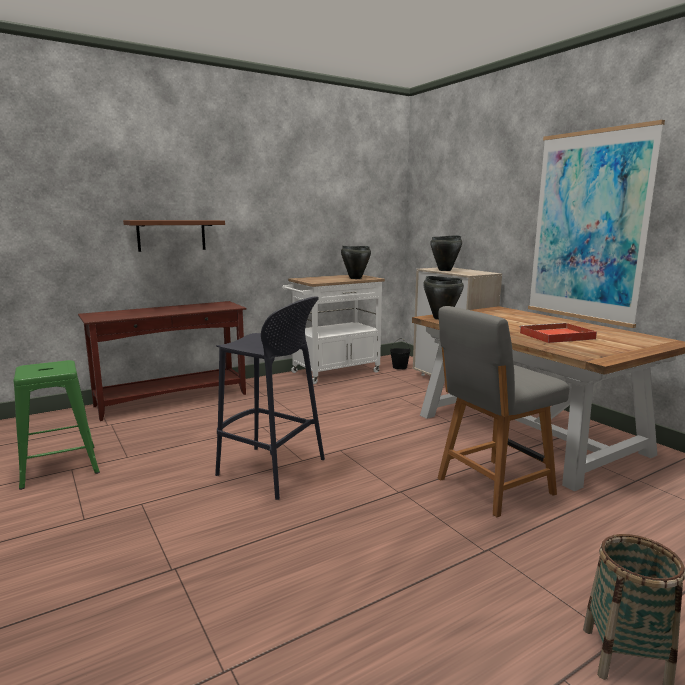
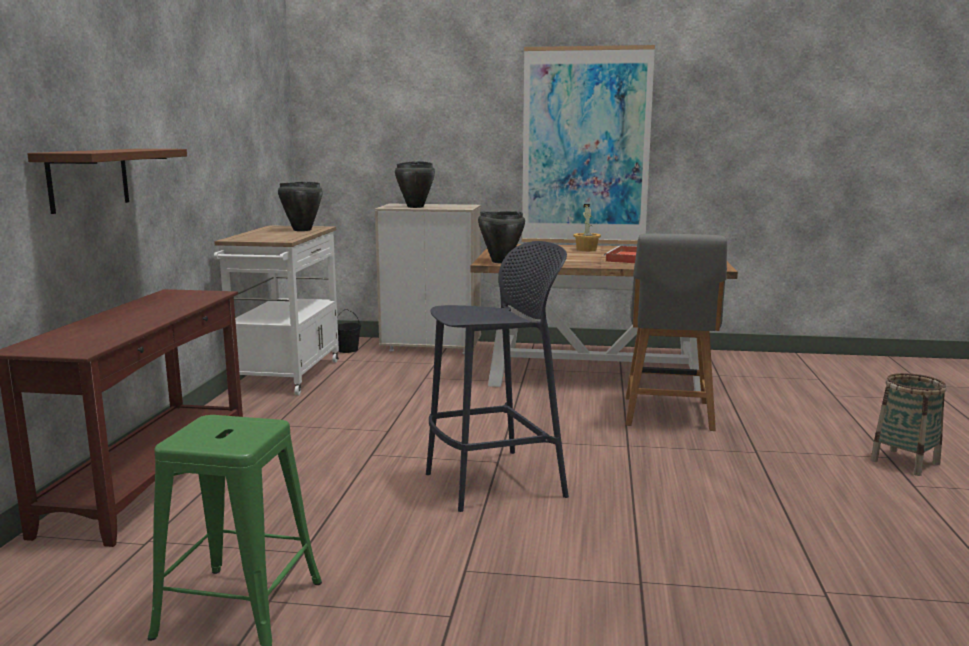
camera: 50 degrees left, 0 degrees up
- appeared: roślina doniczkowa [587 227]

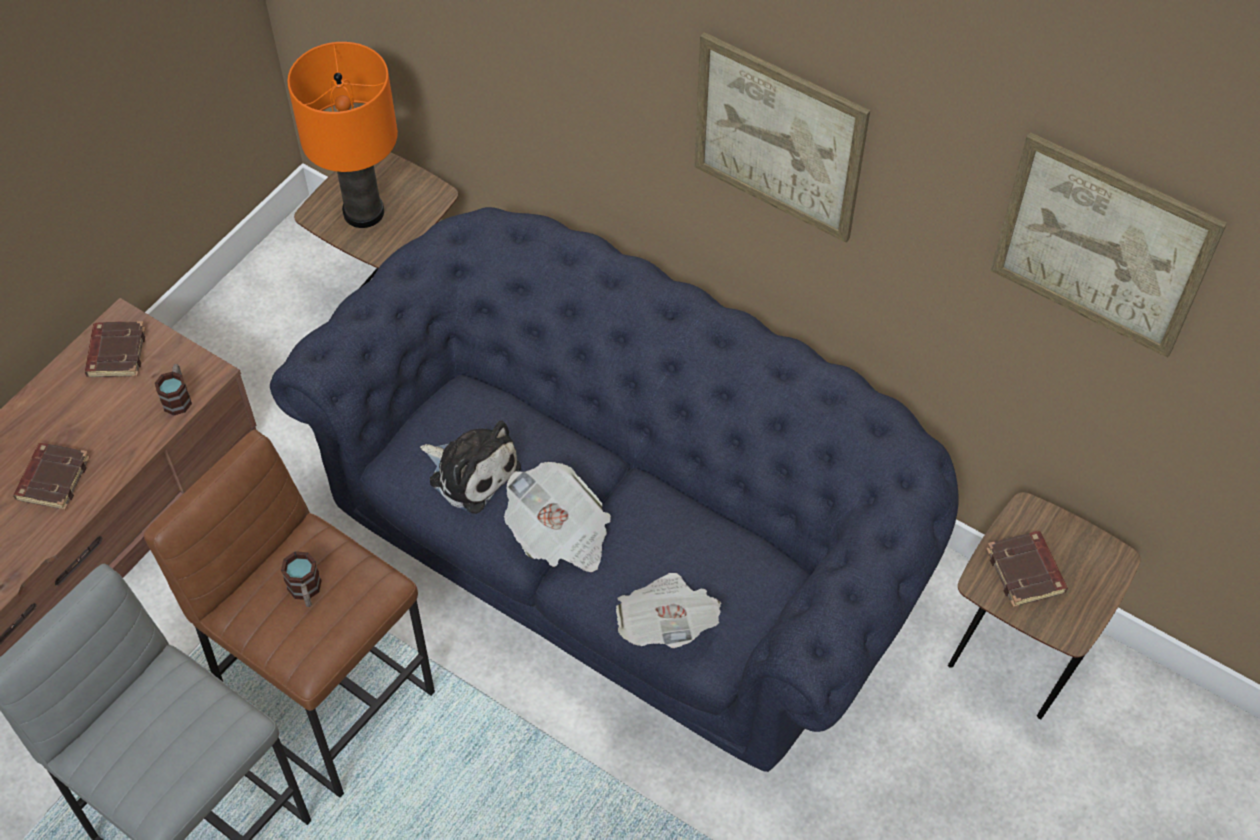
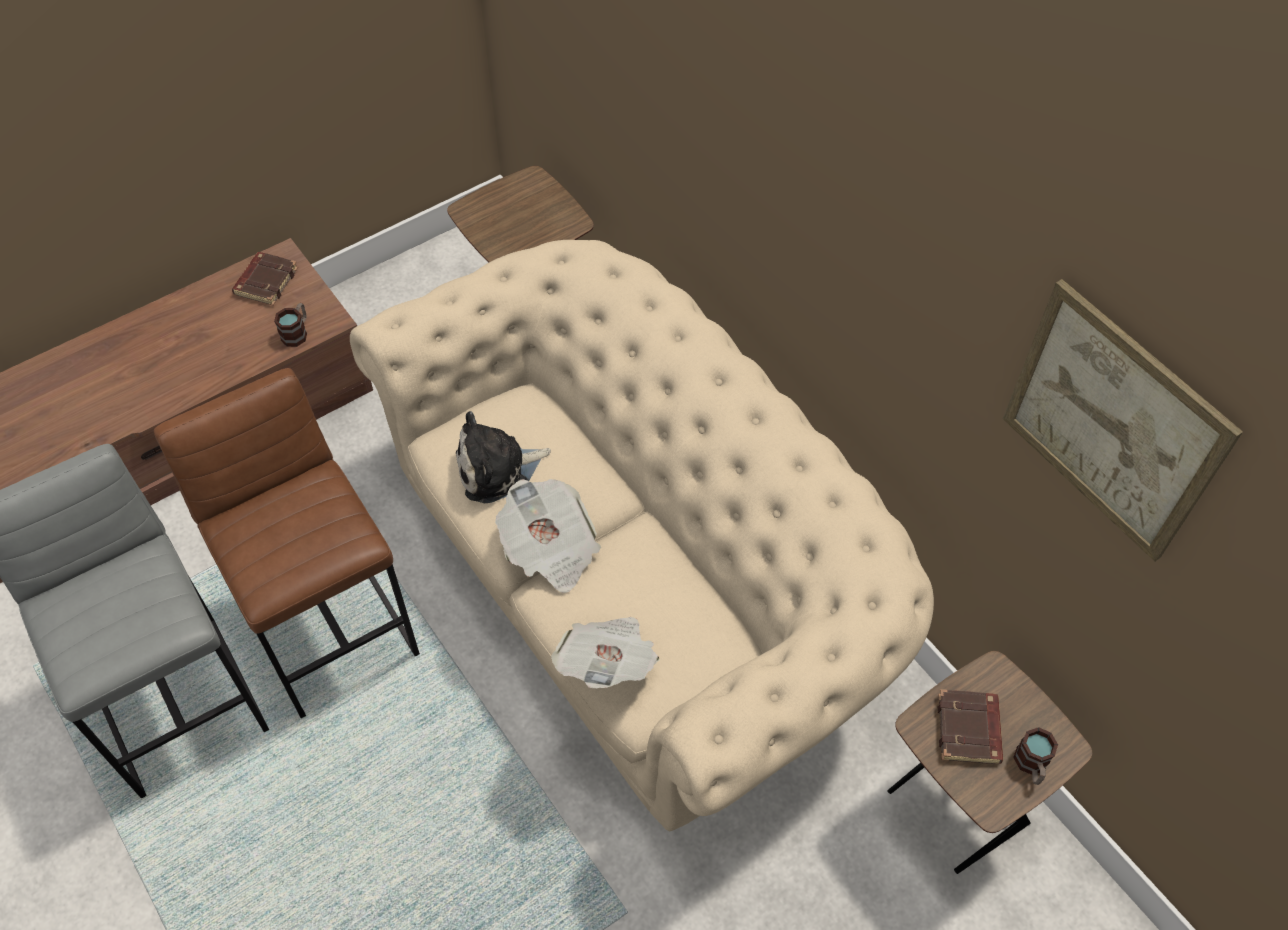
camera: 20 degrees right, 0 degrees up
- missing: obraz [782 137]
- missing: lampa stołowa/pomarańczowy [342 135]
- colour: kanapa/niebieski [614 489] to kanapa/beżowy [642 536]
- spun: pluszak [470 467] = [503 457] 105 degrees clockwise
- missing: książka/brązowy [51 476]
- relocated: kubek [301 579] to [1035 756]

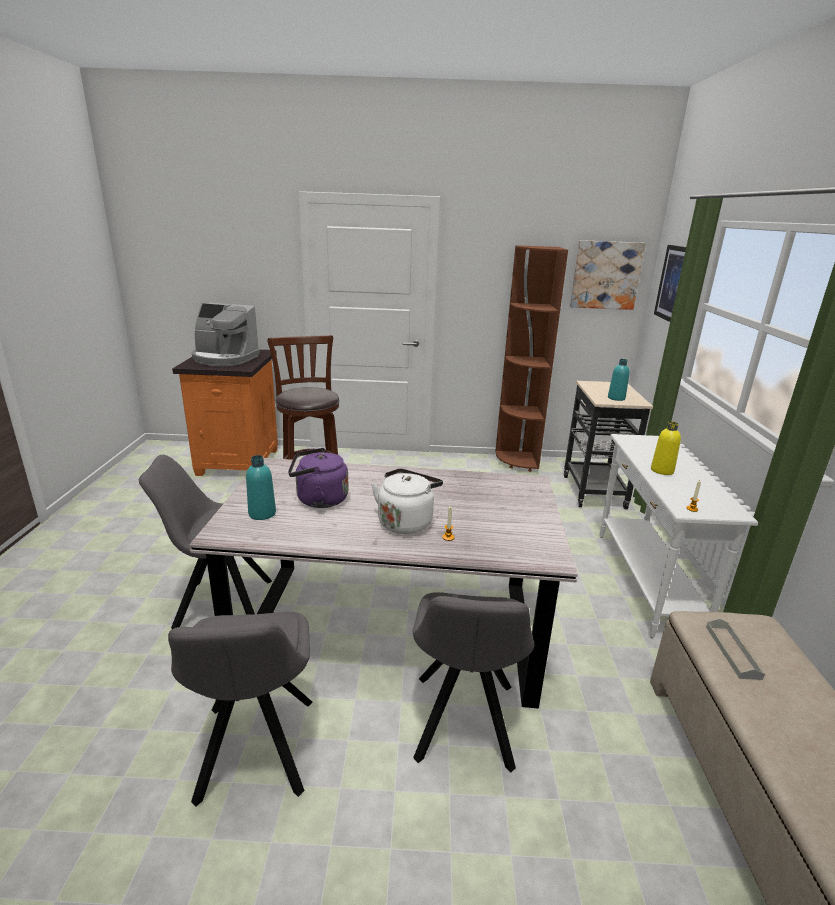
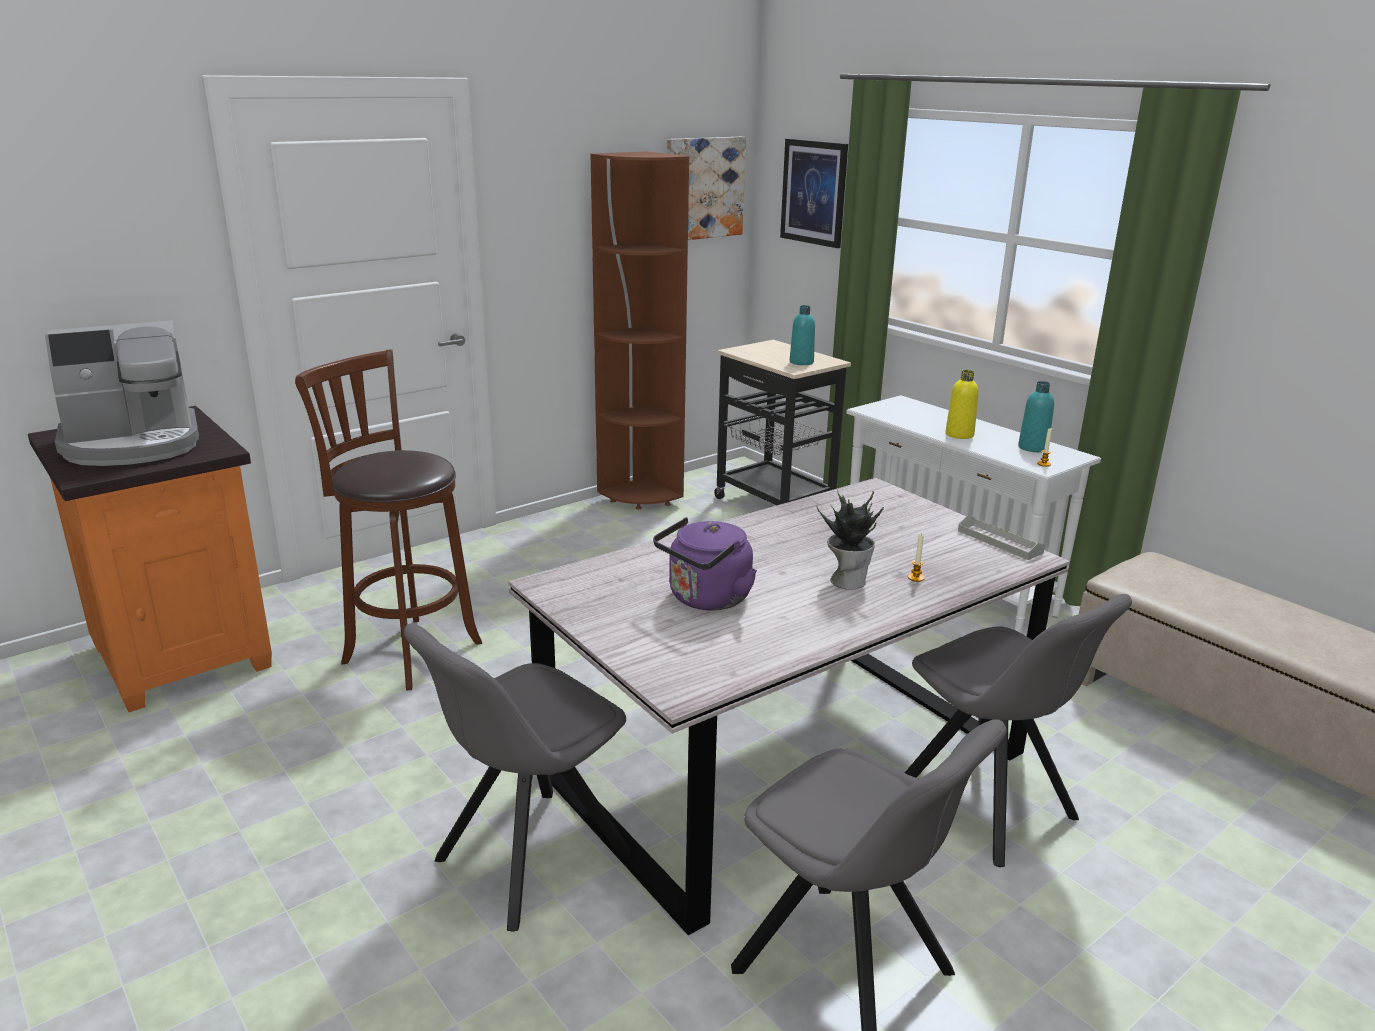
camera: 40 degrees left, 0 degrees up
- relocated: butelka/turkusowy [261 487] to [1036 416]
- exchanged: czajnik/biały [407 501] to roślina doniczkowa [850 539]
- relocated: taca/szary [735 649] to [1001 537]

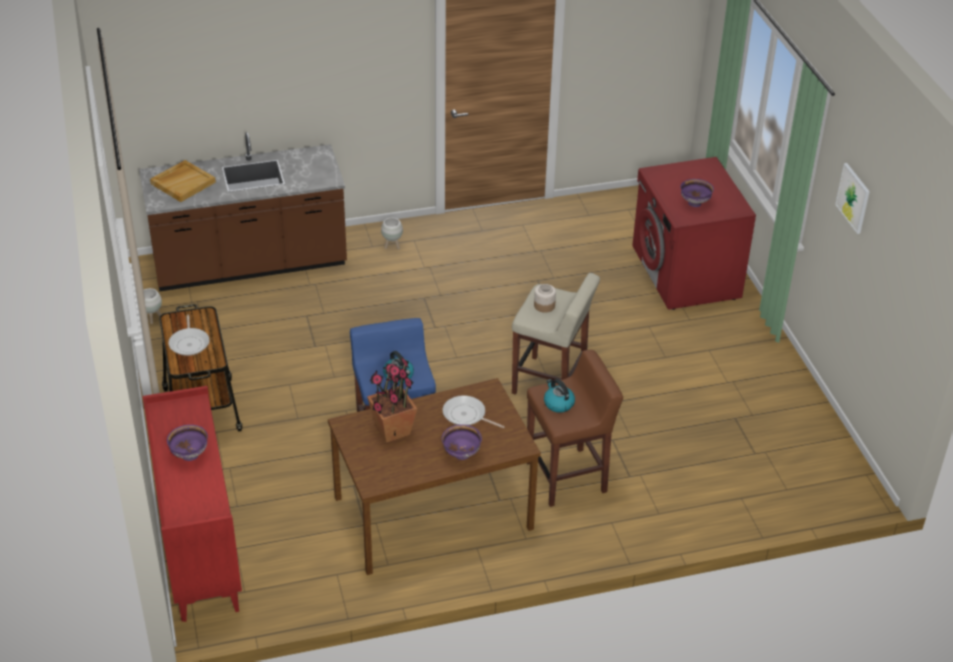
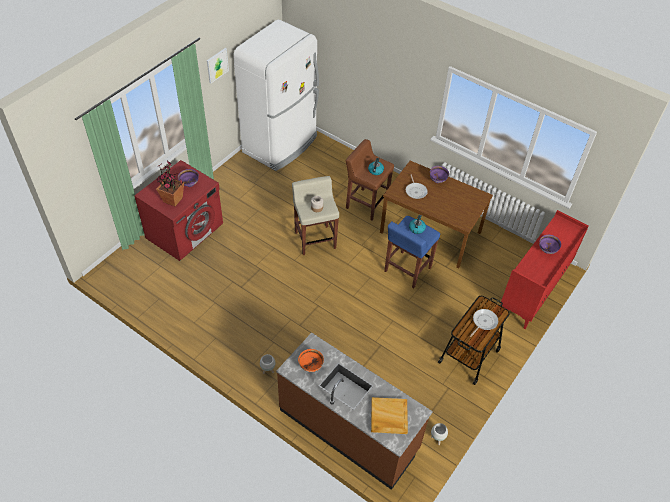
camera: 130 degrees left, 10 degrees up
- relocated: roślina doniczkowa [392 400] to [170 184]
- appeared: lodówka/biały [276 95]
- appeared: miska/pomarańczowy [311 360]

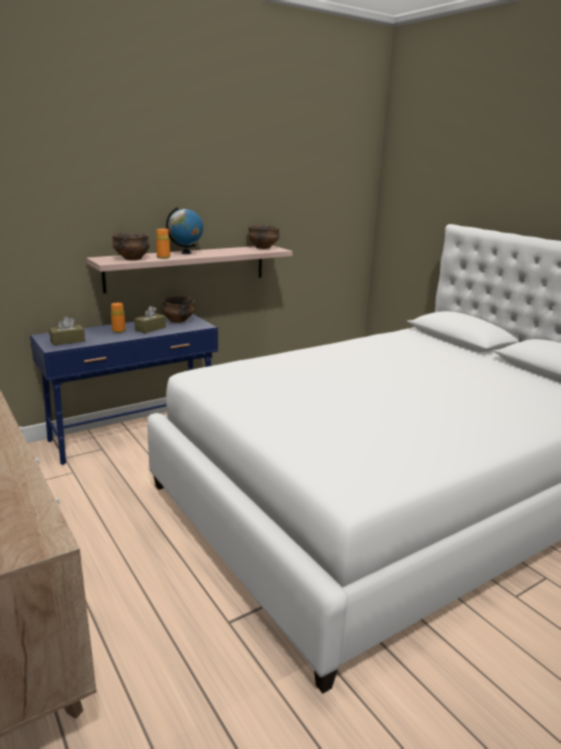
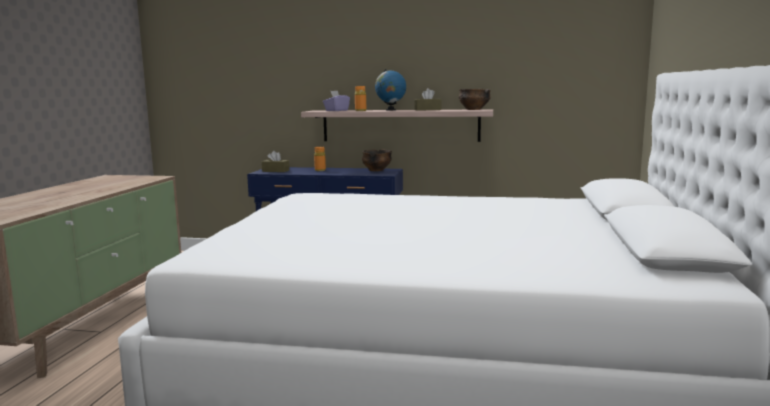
camera: 45 degrees right, 10 degrees down
- exchanged: miska [130 246] to pudełko chusteczek/fioletowy [336 101]
- relocated: pudełko chusteczek/brązowy [150 319] to [427 99]

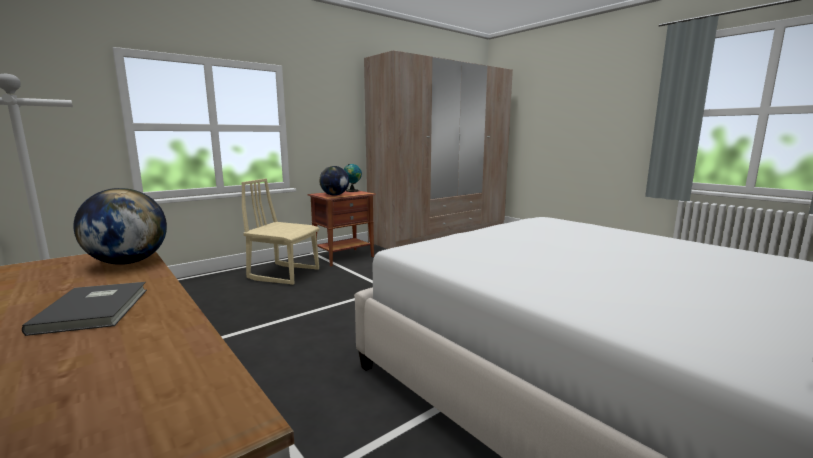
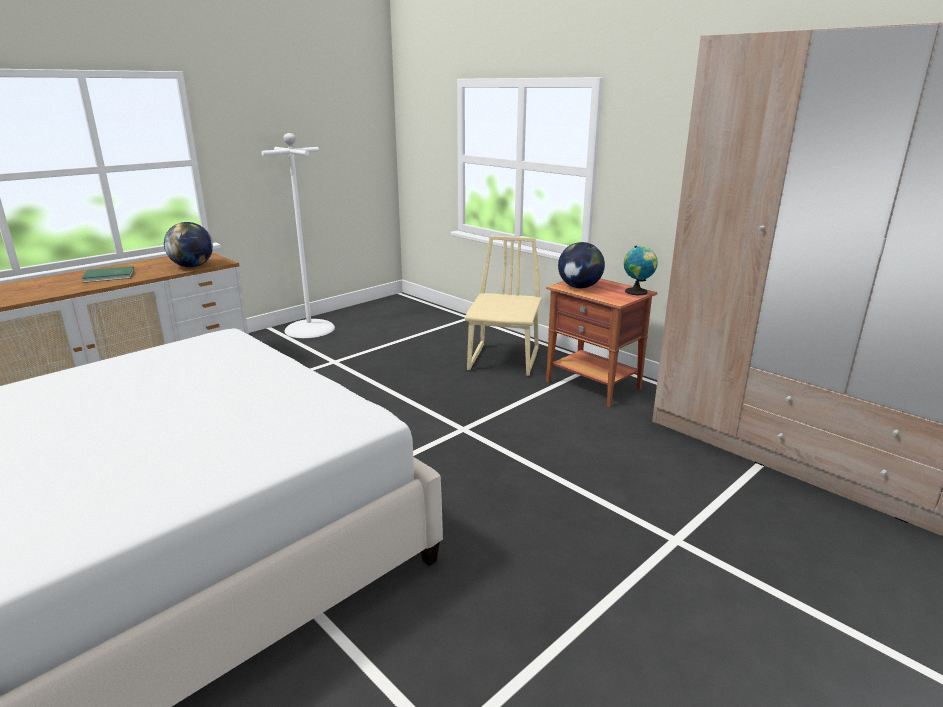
camera: 85 degrees right, 10 degrees up
- colour: książka/szary [84 309] to książka/zielony [108 274]

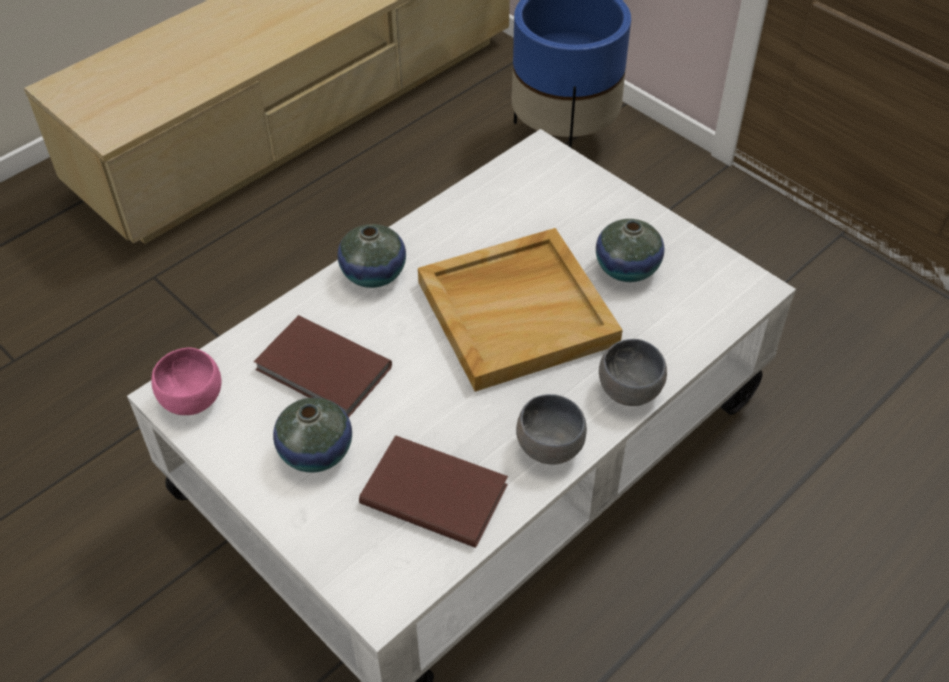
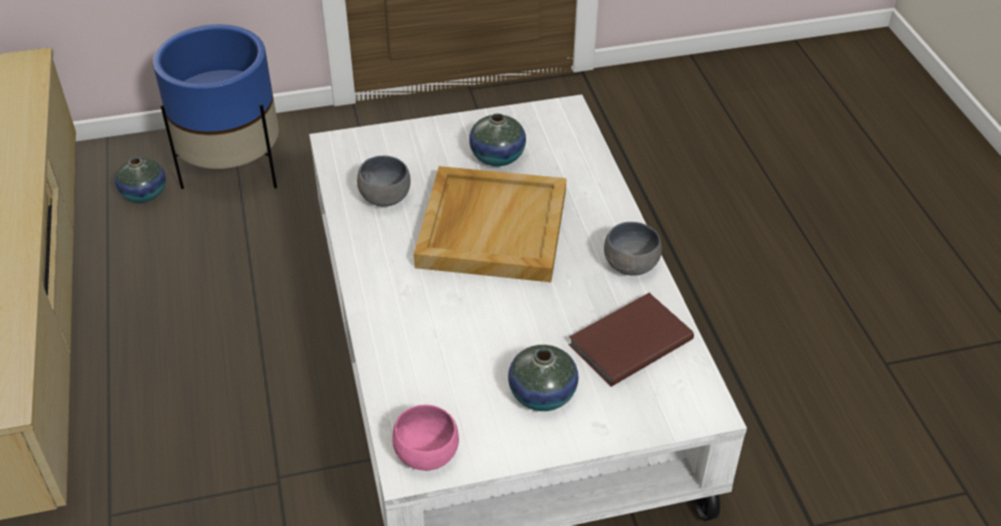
camera: 60 degrees left, 5 degrees down
- relocated: wazon [371 256] to [140 180]
- missing: książka/brązowy [323 366]
- relocated: miska/szary [633 372] to [383 181]

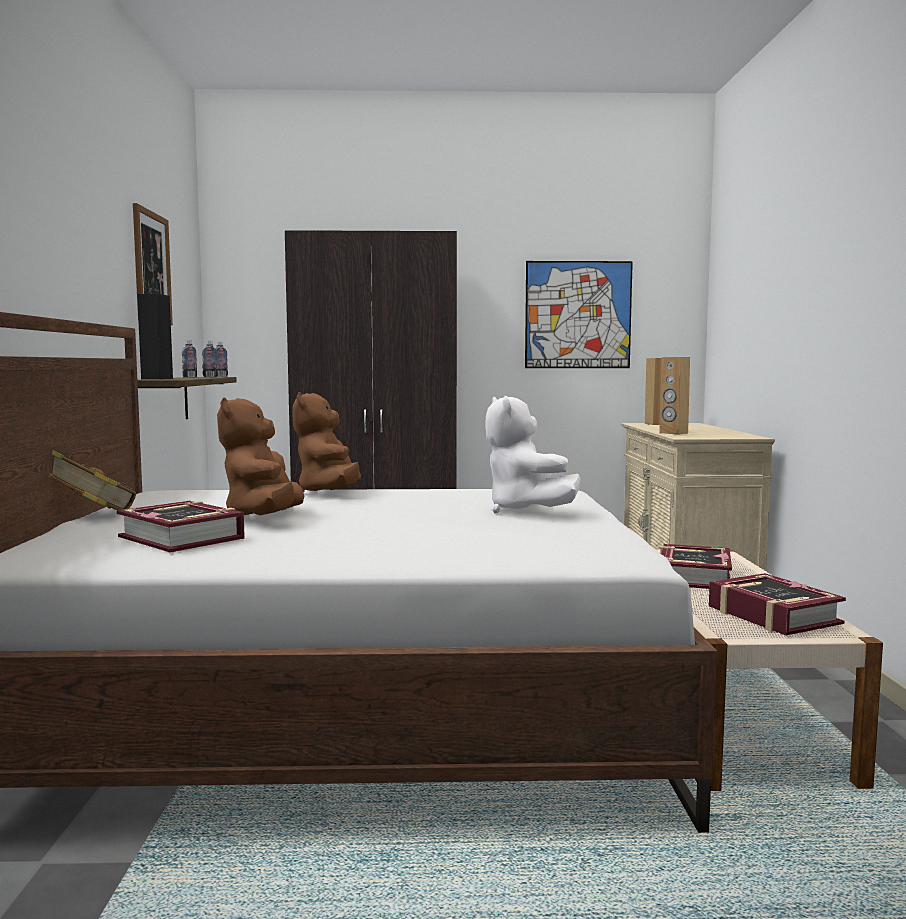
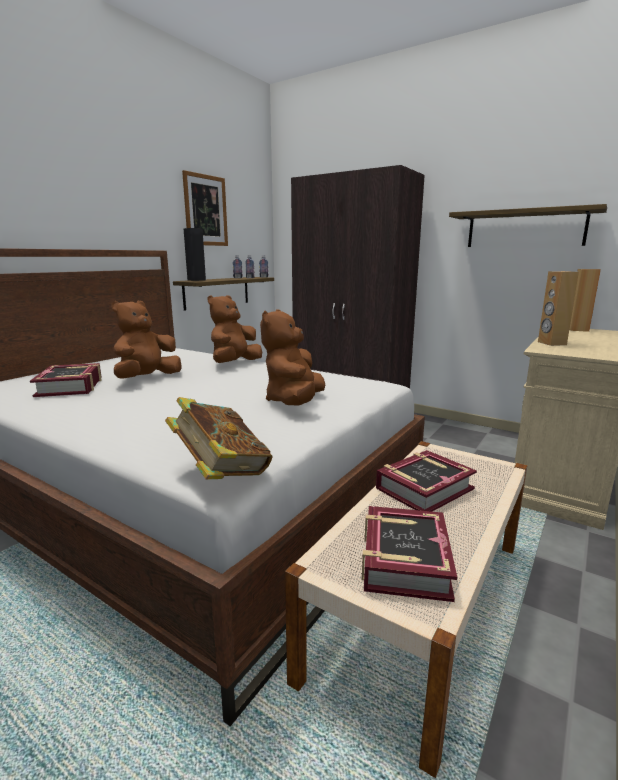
camera: 35 degrees right, 10 degrees up
- exchanged: obraz [579 314] to półka [528 225]
- colour: pluszak/biały [533 455] to pluszak/brązowy [292 357]
- relocated: książka [92 480] to [219 438]

